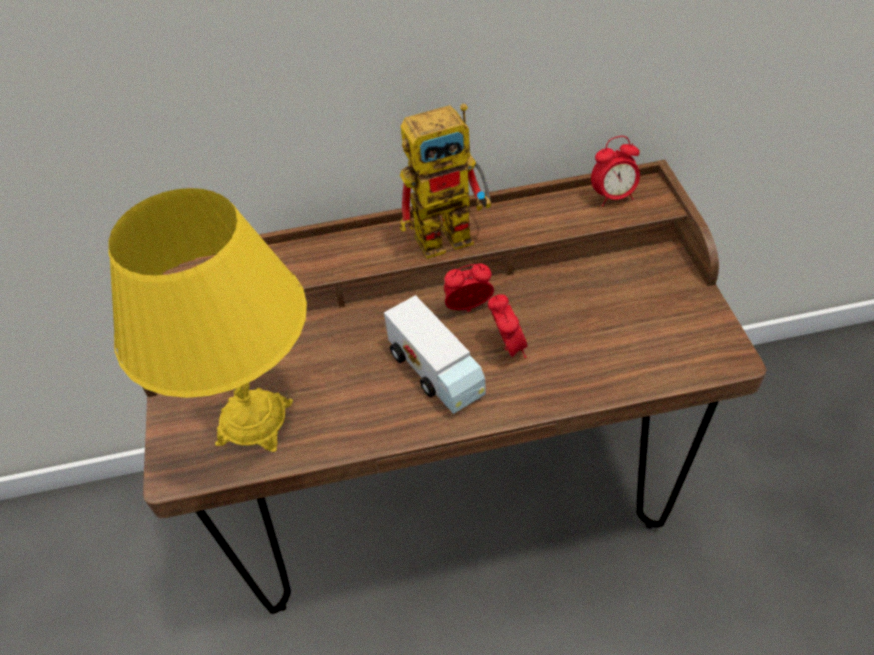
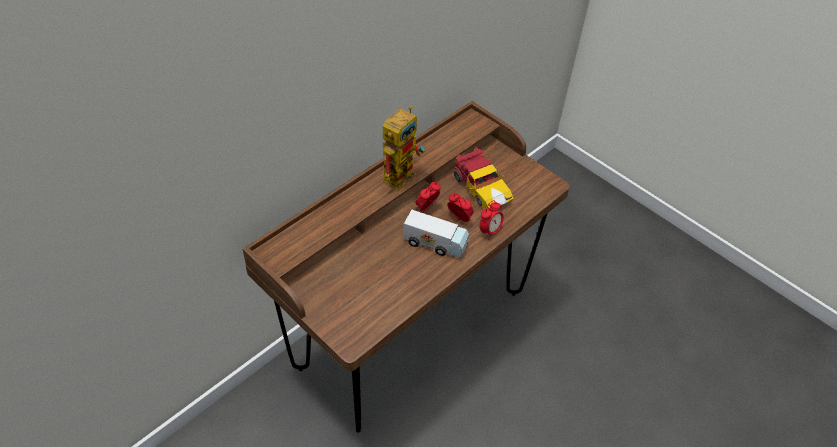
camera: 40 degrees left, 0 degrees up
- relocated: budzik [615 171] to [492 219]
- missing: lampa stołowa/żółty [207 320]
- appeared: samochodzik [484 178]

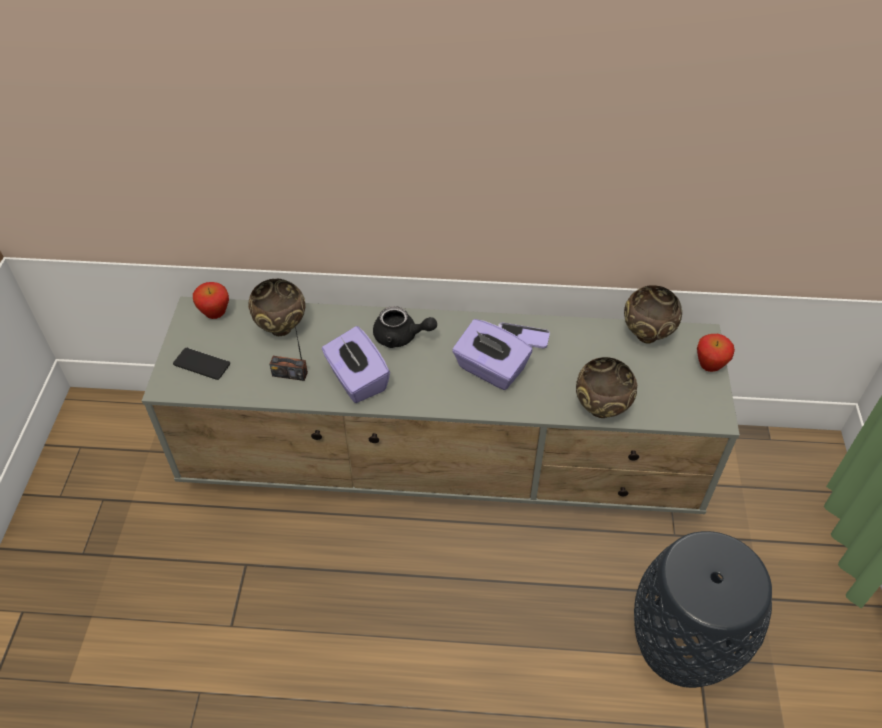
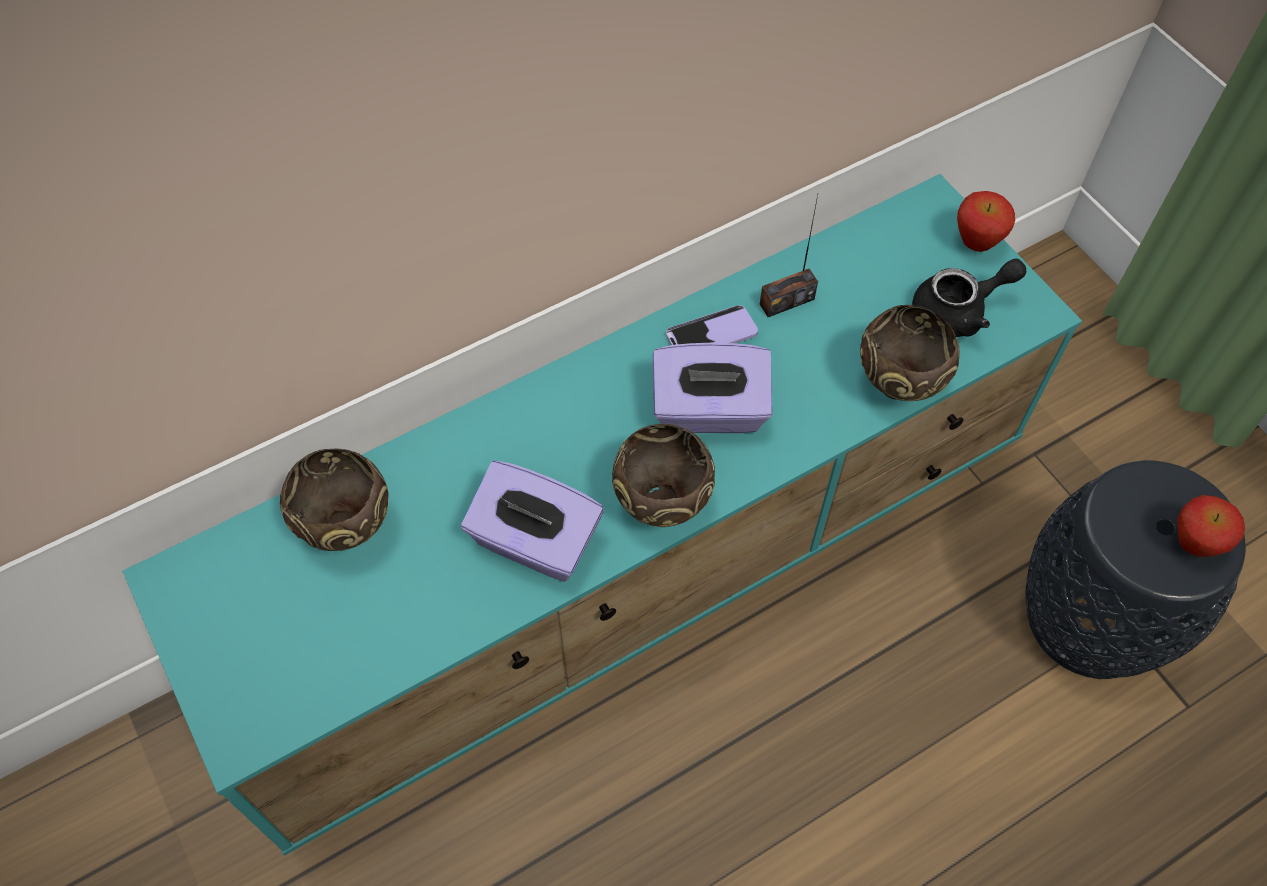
camera: 35 degrees left, 10 degrees up
- relocated: jabłko [211 300] to [1211 526]
- relocated: miska/brązowy [653 314] to [663 475]
- colour: szafka pod telewizor/szary [441 405] to szafka pod telewizor/turkusowy [602 514]
- relocated: imbryk/czarny [405 327] to [969 297]
- relocated: radio [288 345] to [789 256]
- missing: telefon [201 364]

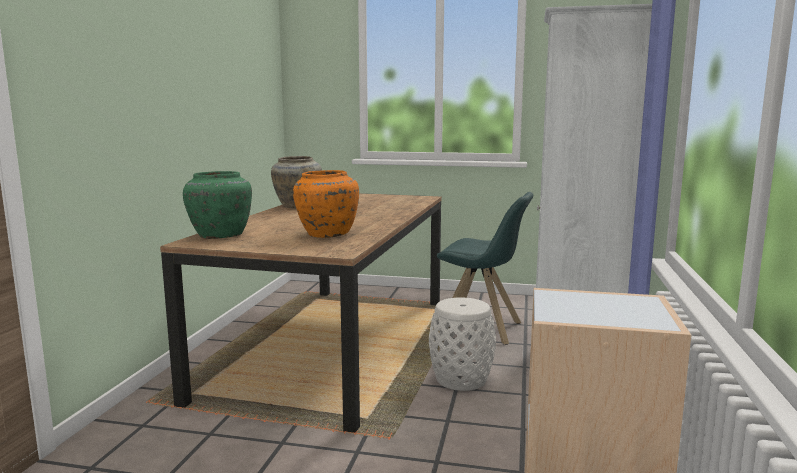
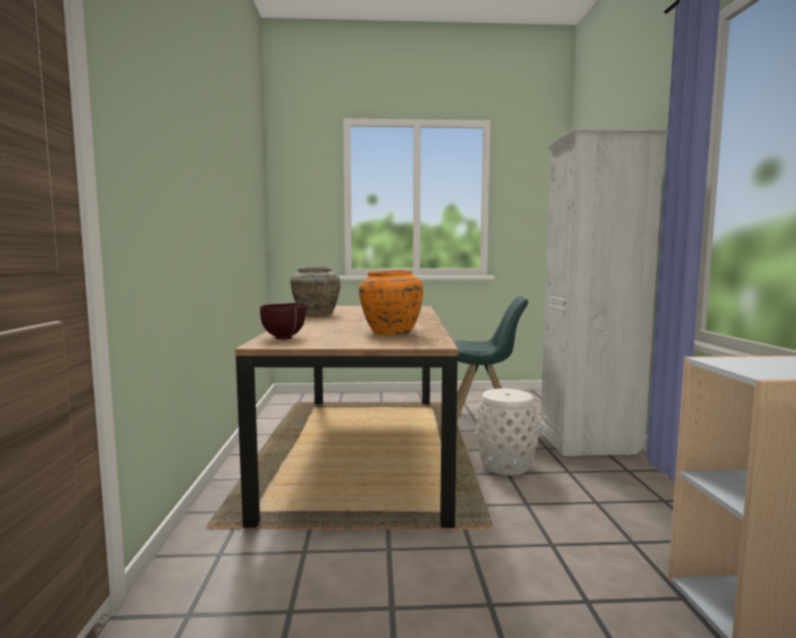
camera: 15 degrees left, 5 degrees down
- exchanged: wazon/zielony [217 205] to miska/brązowy [284 321]

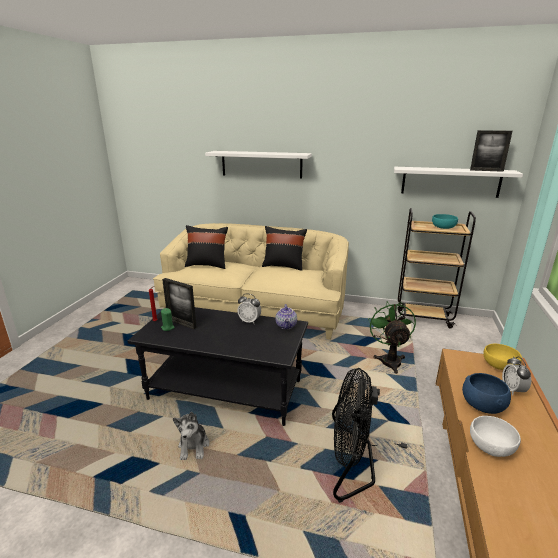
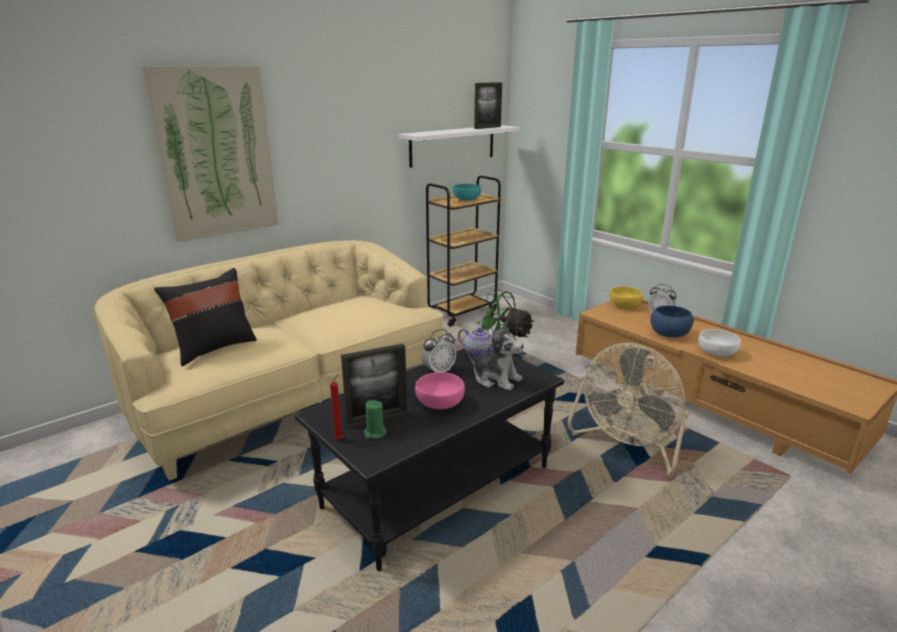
camera: 55 degrees left, 0 degrees up
- exchanged: półka/biały [258 165] to obraz [210 154]
- missing: poduszka/czarny [284 248]
- colour: wentylator/czarny [370 435] to wentylator/beżowy [628 410]
- relocated: pluszak [191 436] to [496 356]
- appeared: miska/różowy [440 390]

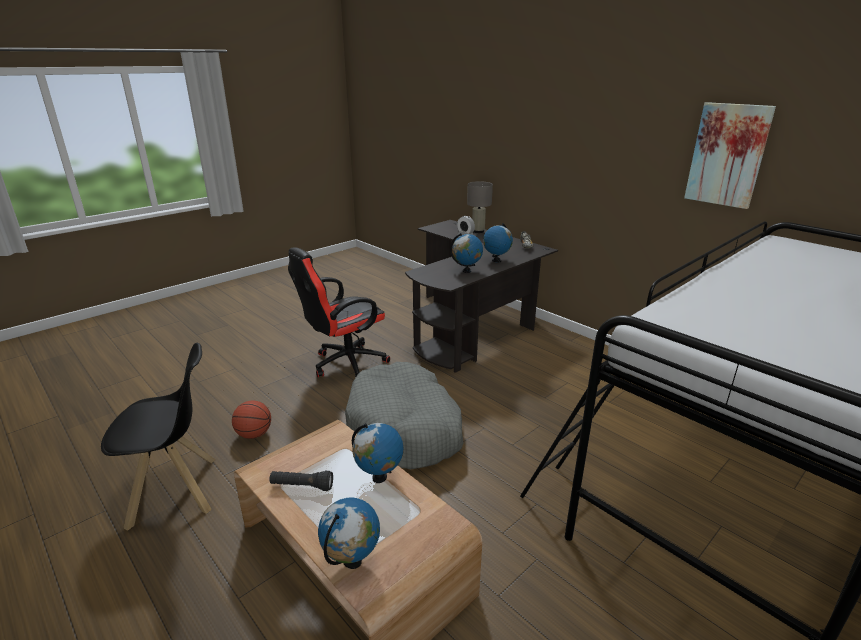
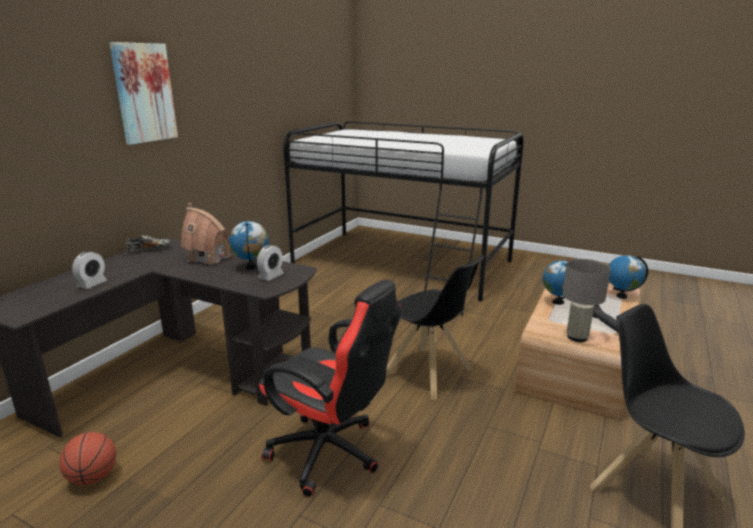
camera: 110 degrees left, 5 degrees down
- relocated: obraz [730 155] to [143 93]
- relocated: lampa stołowa/szary [480 207] to [587 300]
- exchanged: globus [498 242] to domek [206 233]
- exchanged: legowisko/szary [404 415] to krzesło/czarny [435 327]
- relocated: piłka do koszykówki [251 420] to [87 458]
- appeared: budzik [270 263]

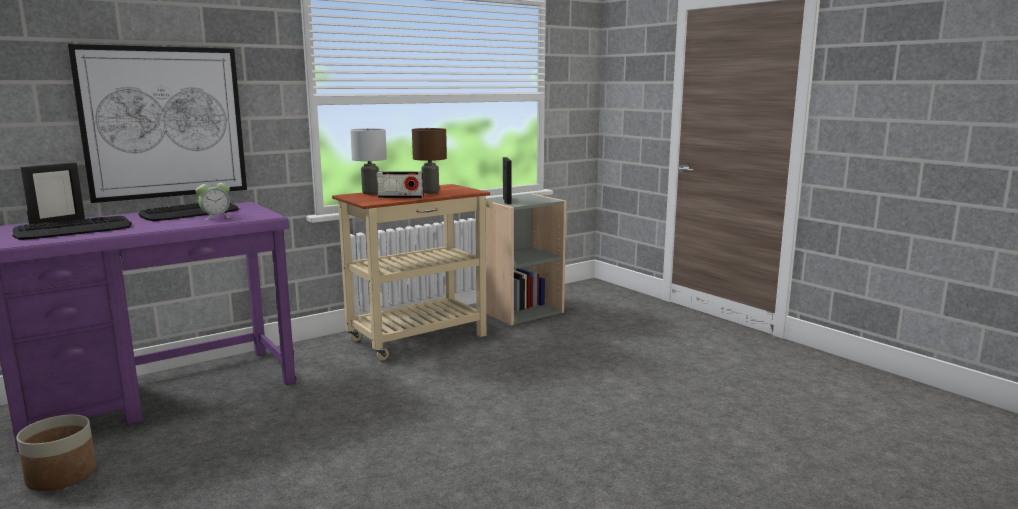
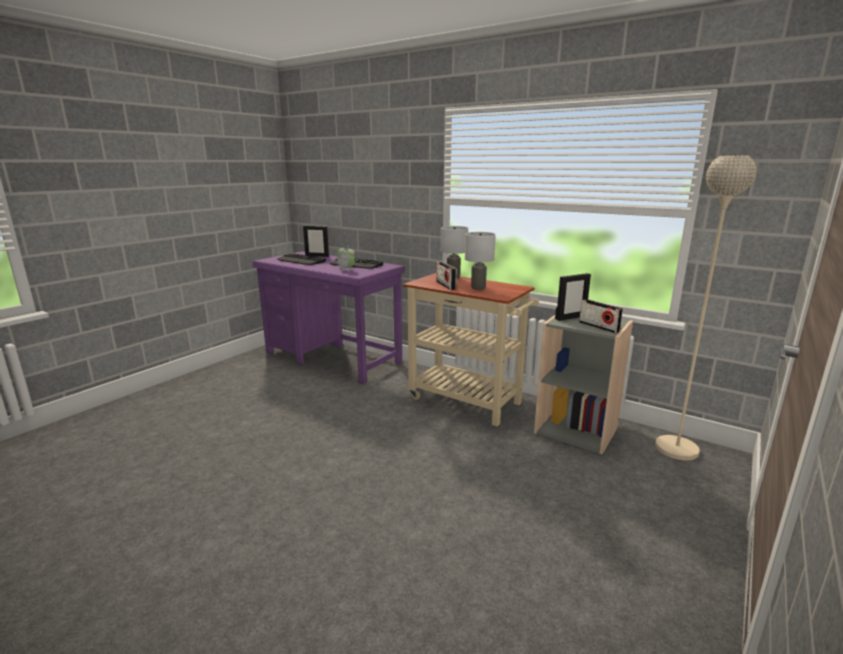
camera: 70 degrees right, 5 degrees up
- missing: obraz [157 123]
- colour: lampa stołowa/brązowy [429 161] to lampa stołowa/biały [480 261]
- missing: donica [56 453]
- appeared: lampa stojąca/beżowy [705 308]
- appeared: radio [601 316]

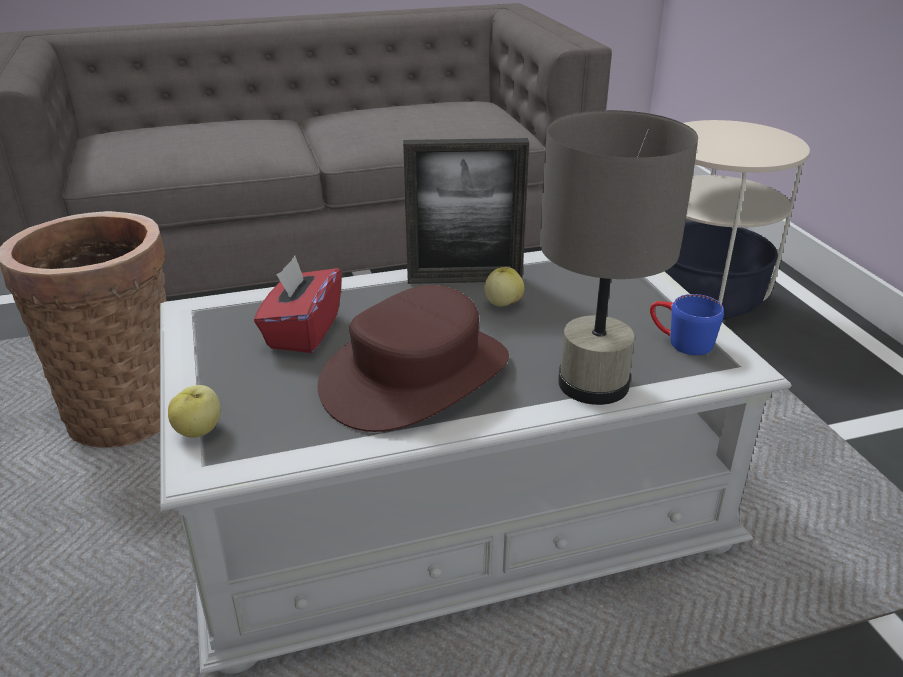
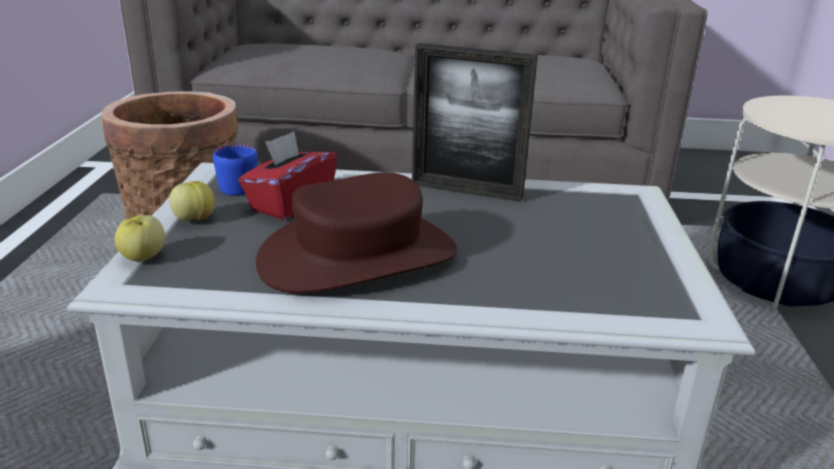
camera: 20 degrees right, 5 degrees down
- missing: lampa stołowa/szary [619 257]
- relocated: jabłko [504 287] to [192 201]
- relocated: kubek/niebieski [687 324] to [235 169]

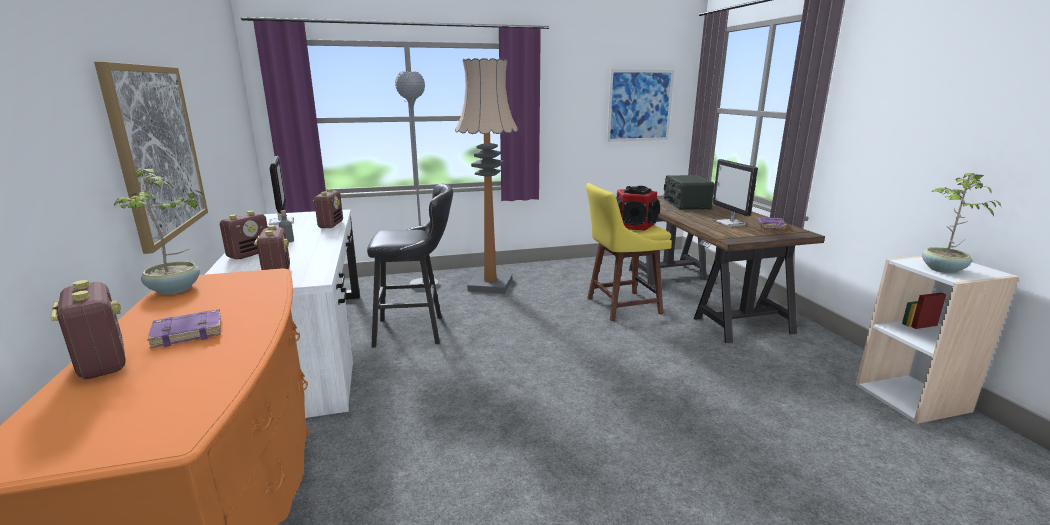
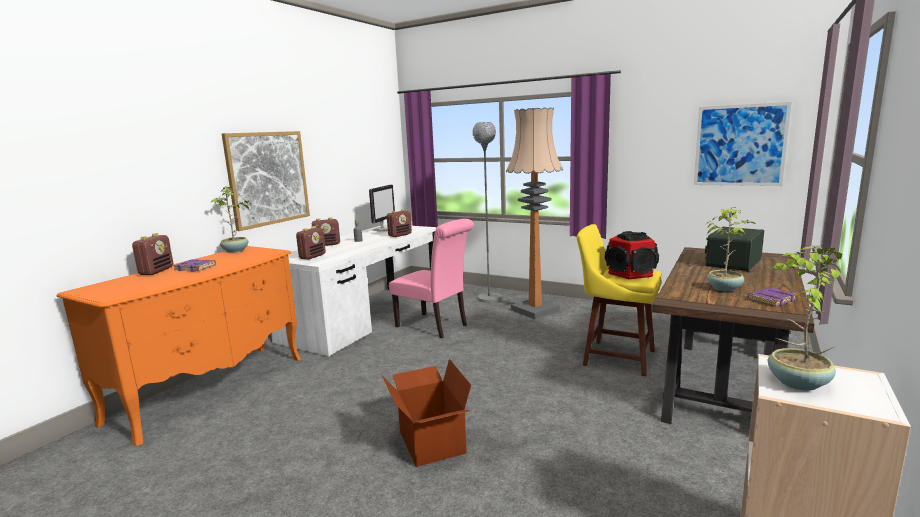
camera: 45 degrees right, 5 degrees down
- exchanged: monitor [735 192] to roślina doniczkowa [730 249]
- exchanged: stołek/czarny [410 266] to krzesło/różowy [431 278]
- appeared: karton [426 413]

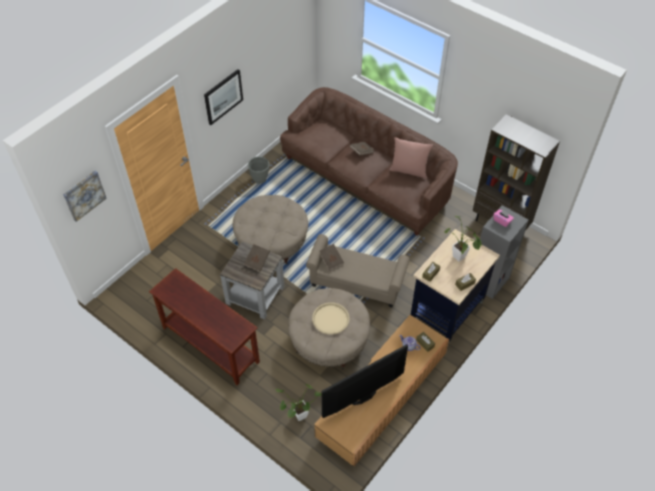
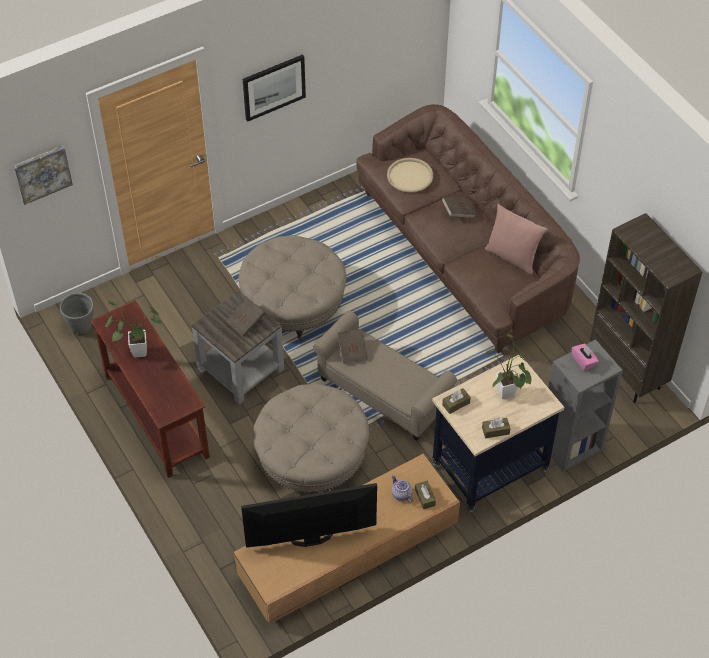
camera: 20 degrees right, 0 degrees up
- relocated: donica/szary [258 170] to [77 313]
- relocated: taca/beżowy [331 318] to [410 175]
- relocated: roślina doniczkowa [298 402] to [133 329]

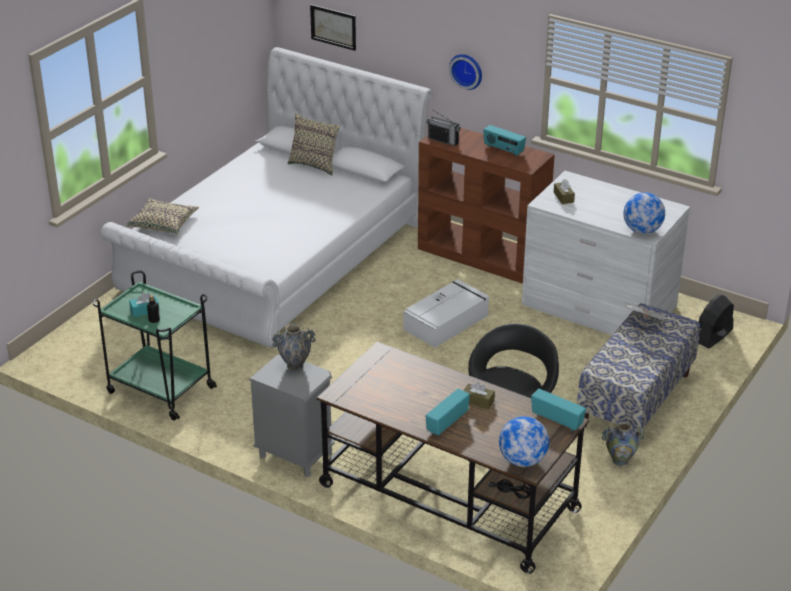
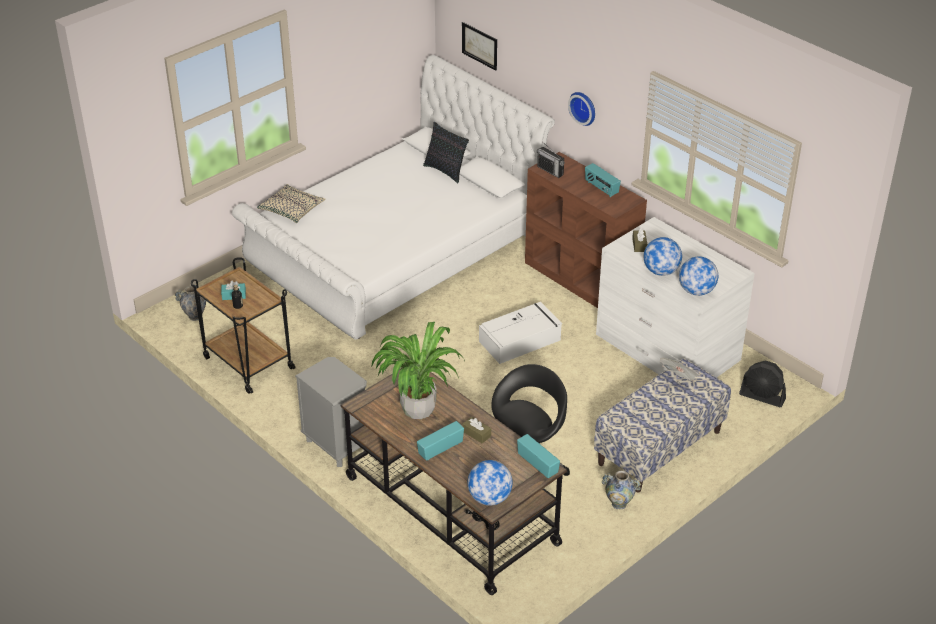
camera: 15 degrees right, 5 degrees up
- colour: poduszka/beżowy [314 144] to poduszka/czarny [446 152]
- colour: wózek/zielony [155 345] to wózek/brązowy [243 325]
- spun: wentylator/czarny [716 321] = [762 383] 120 degrees counterclockwise
- relocated: wazon [294 346] to [191 303]
- appeared: globus [663 256]
- appeared: roślina doniczkowa [418 370]

